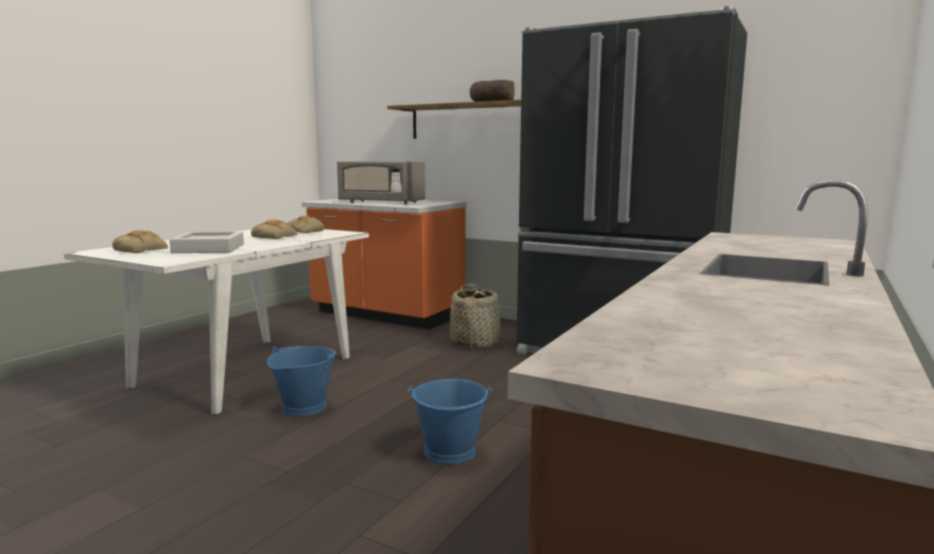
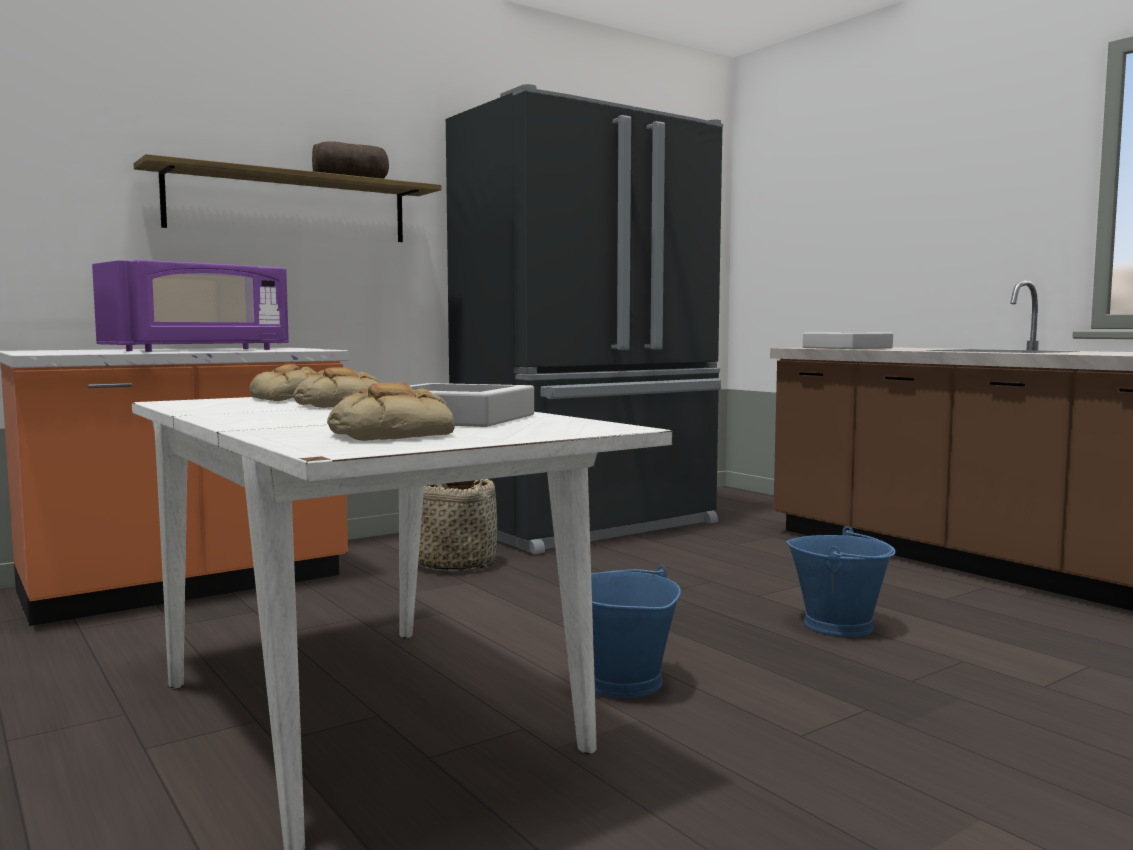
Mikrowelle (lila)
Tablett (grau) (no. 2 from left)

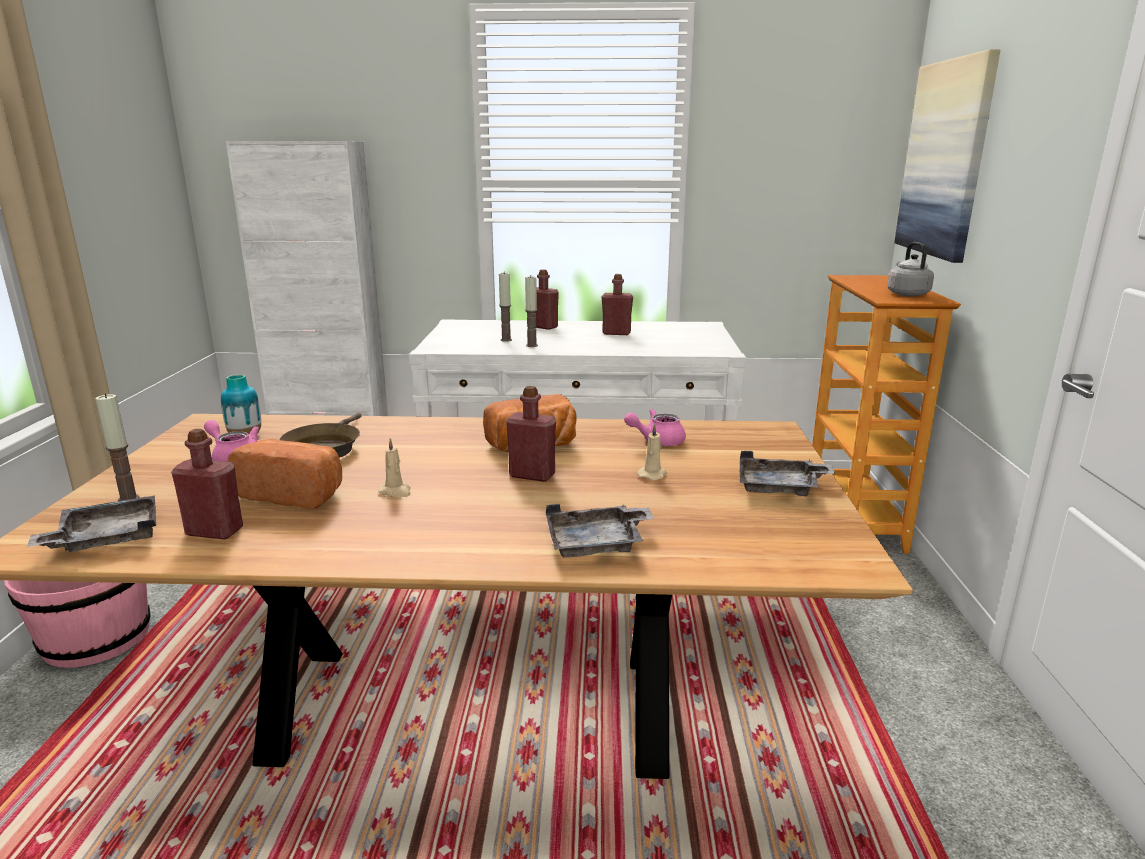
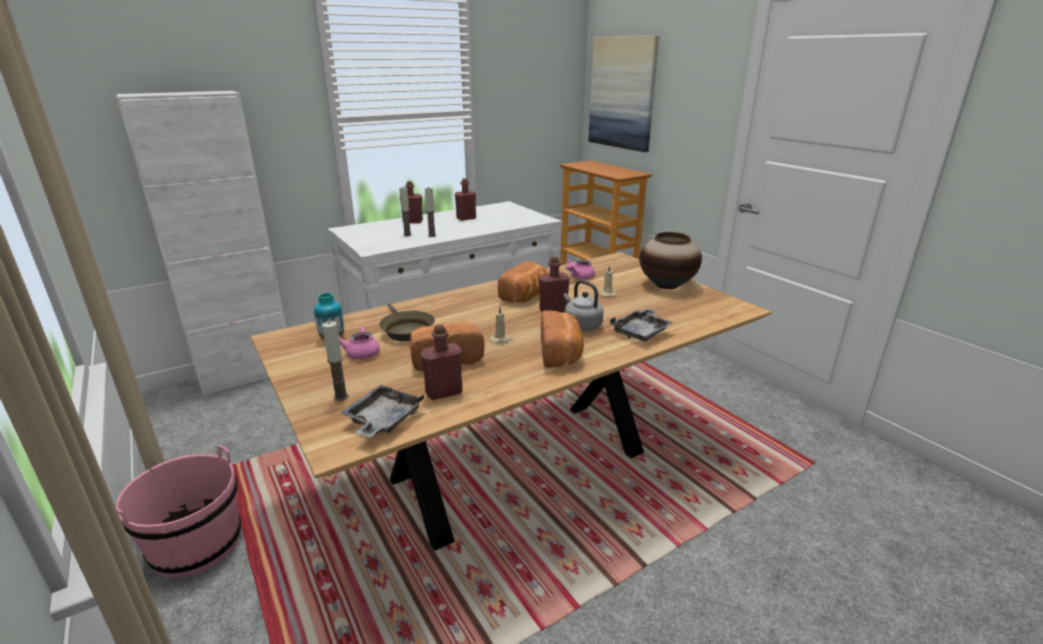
Vase (no. 2 from left)
Wasserkessel (grau)
Brot (no. 3 from left)

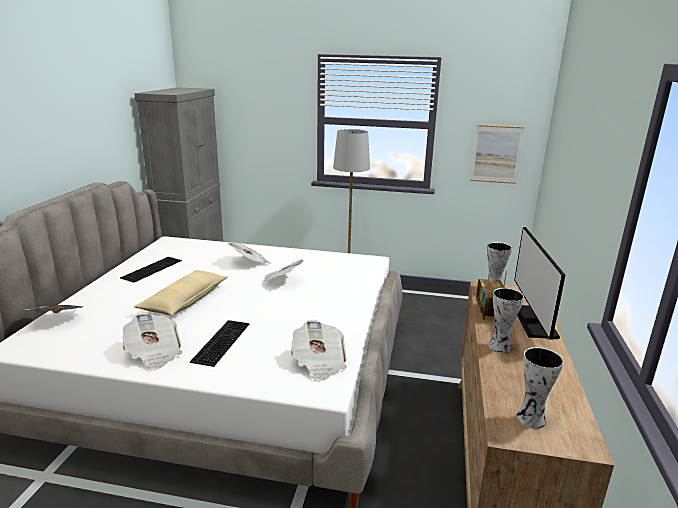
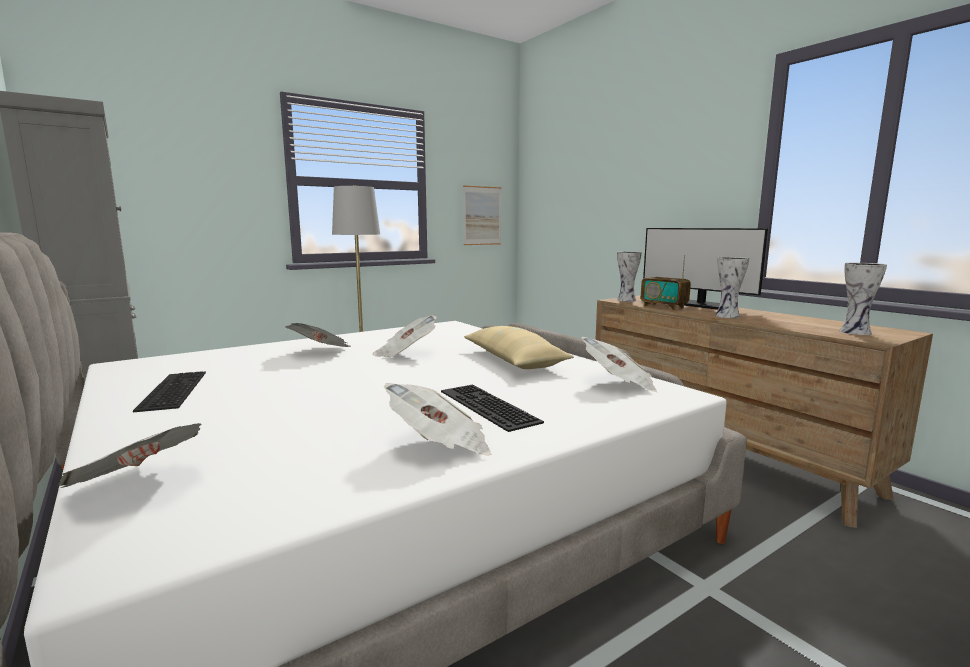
Kissen (beige)

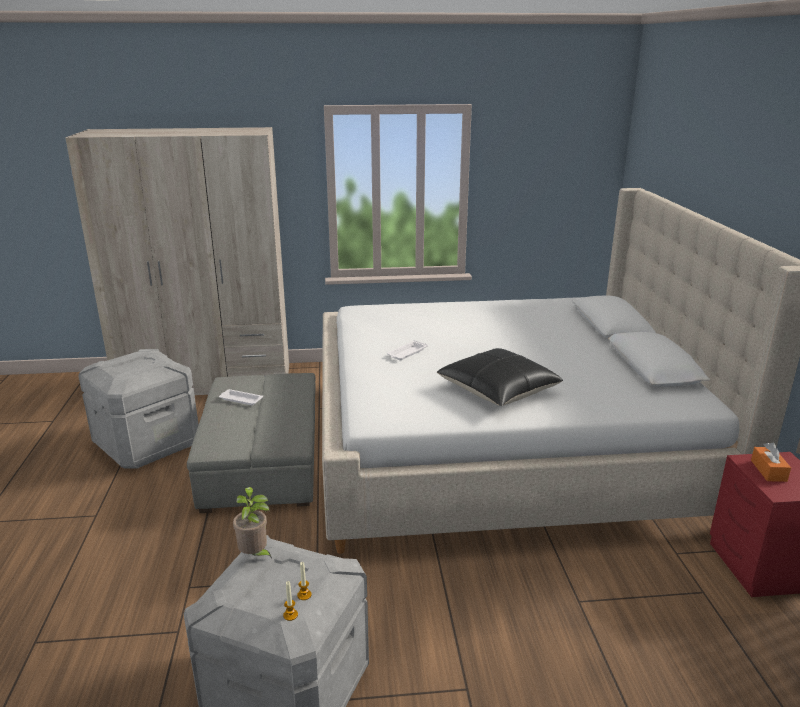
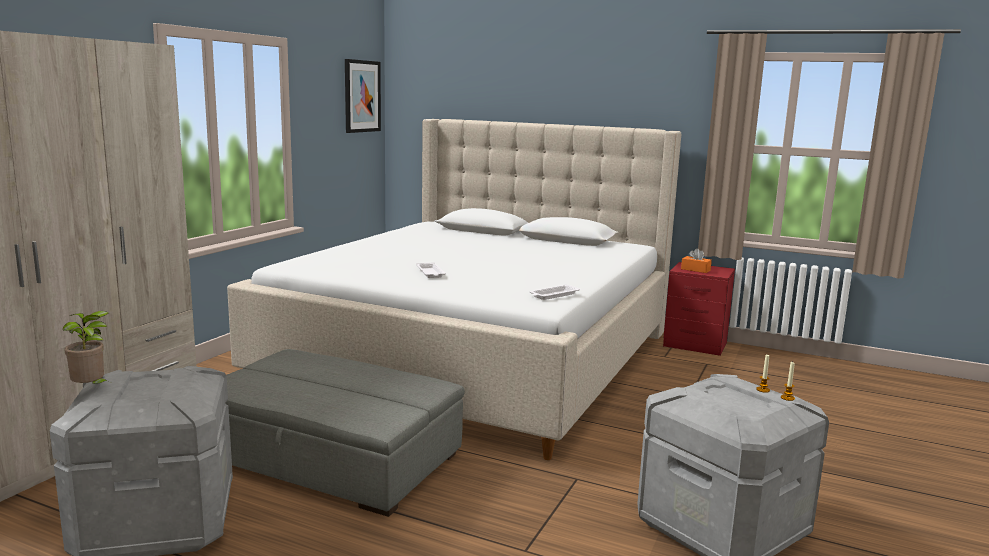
Tablett (weiß) (no. 2 from left)
Topfpflanze
Kissen (schwarz)
Bild

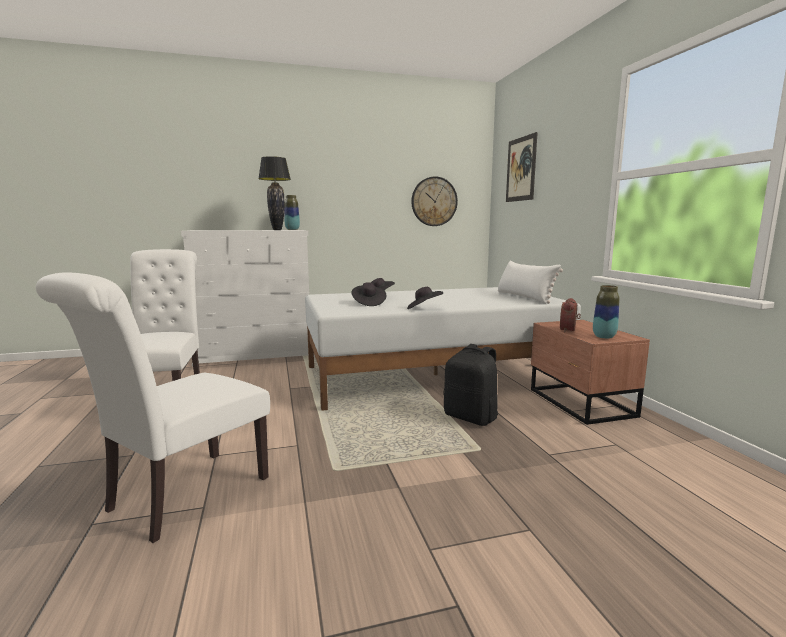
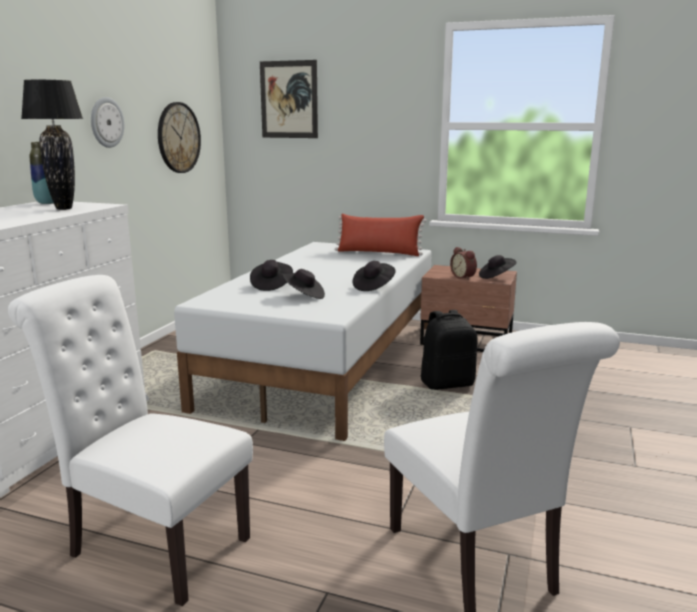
Kissen (rot)
Hut (schwarz) (no. 4 from left)
Wanduhr (no. 1 from left)

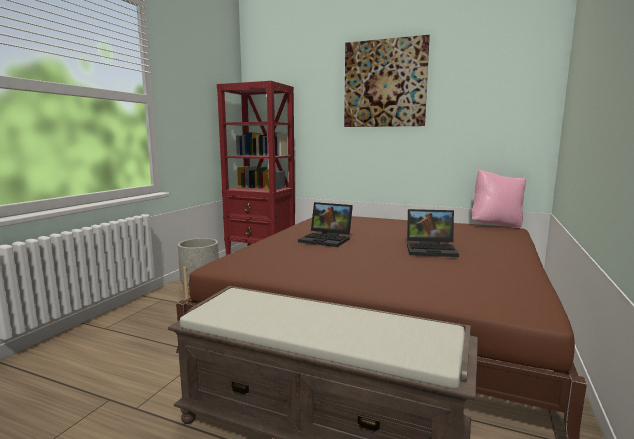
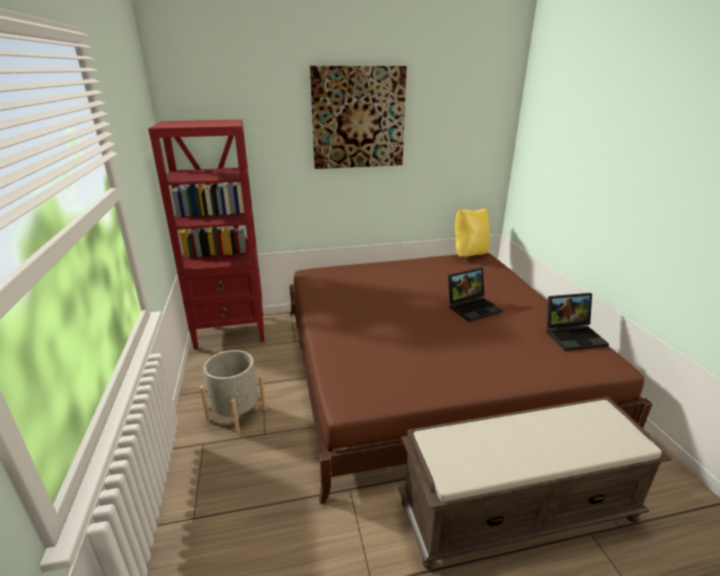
Laptop (no. 2 from left)
Kissen (gelb)

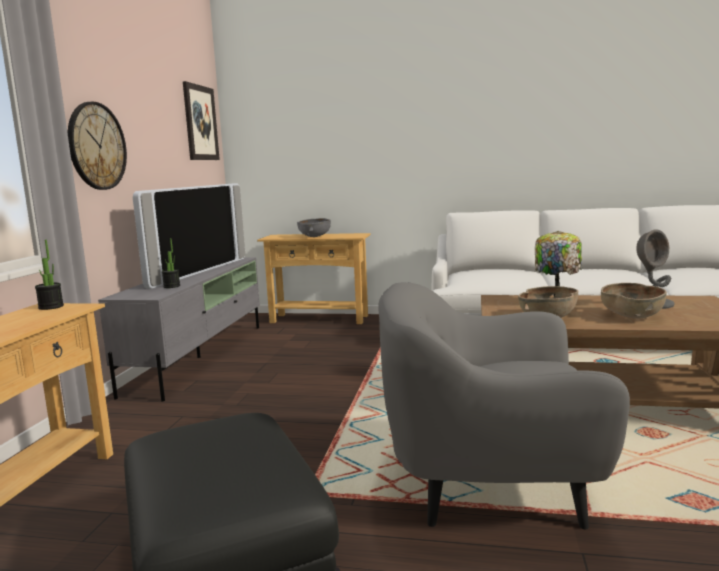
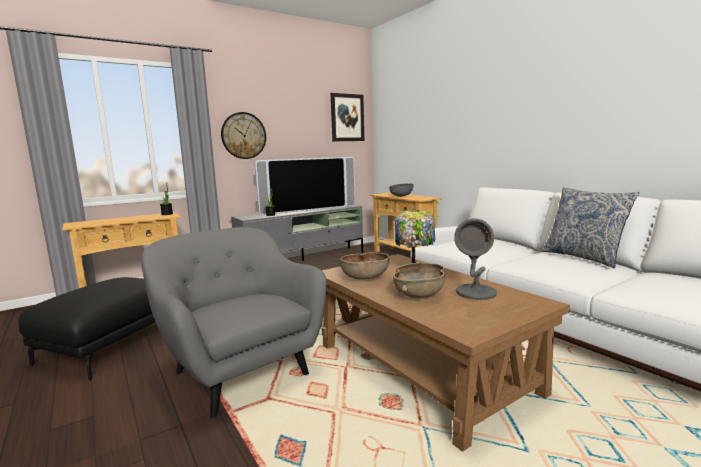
Kissen

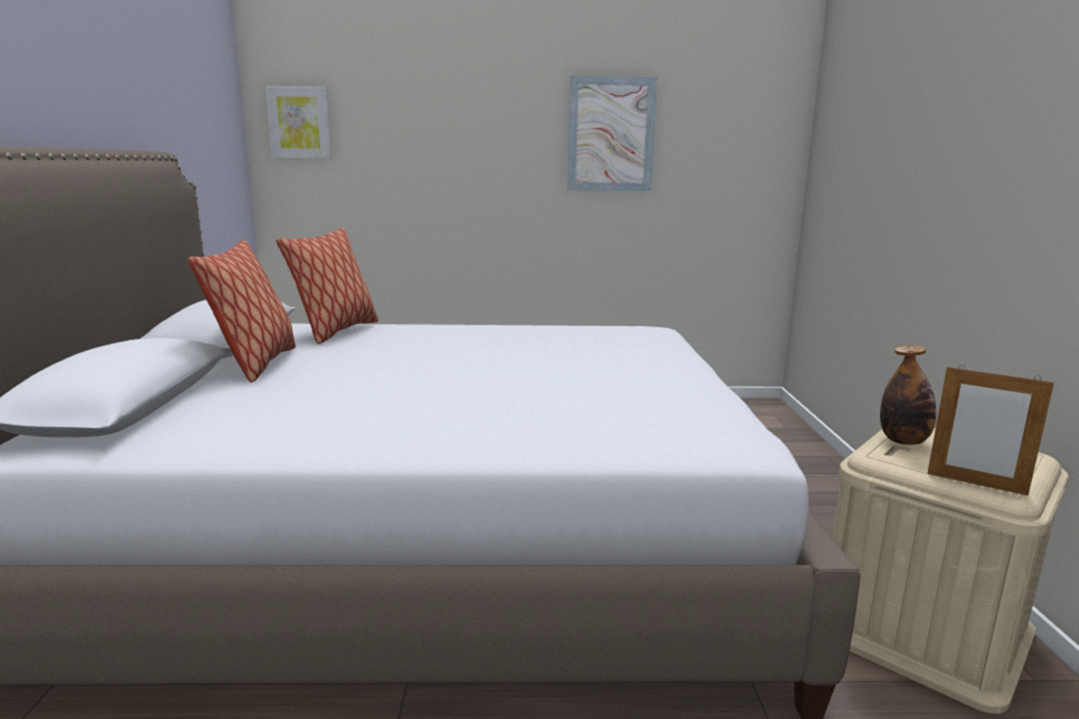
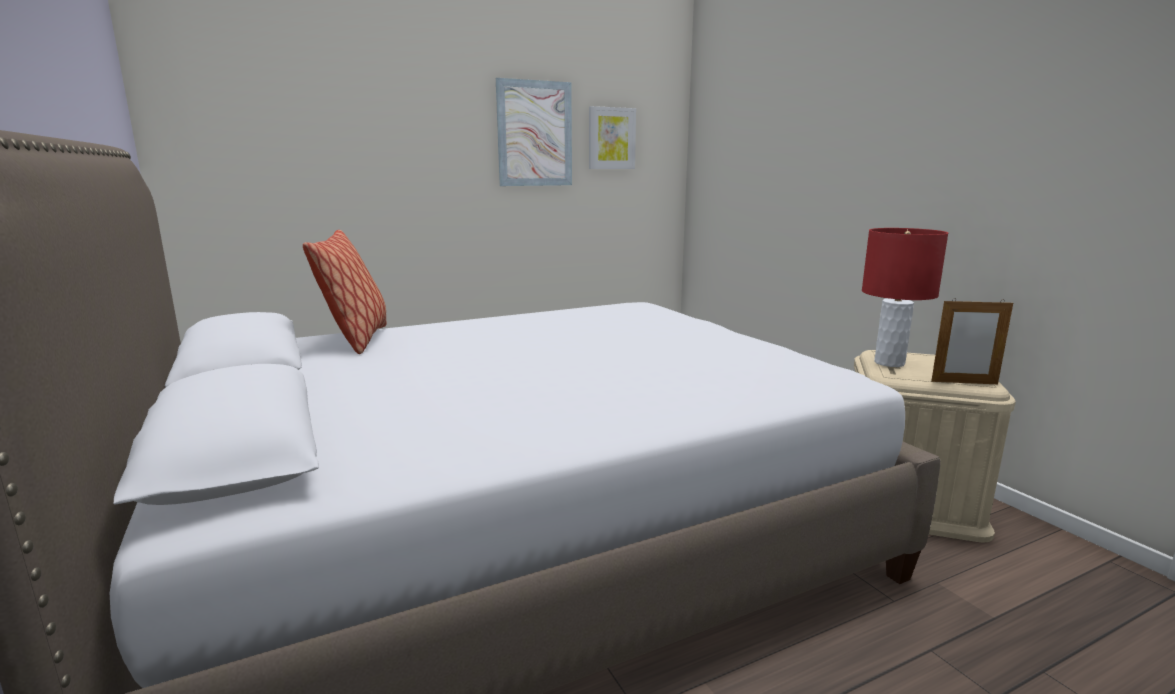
Kissen (no. 1 from left in the first image)
Bild (no. 2 from left)
Tischlampe (rot)

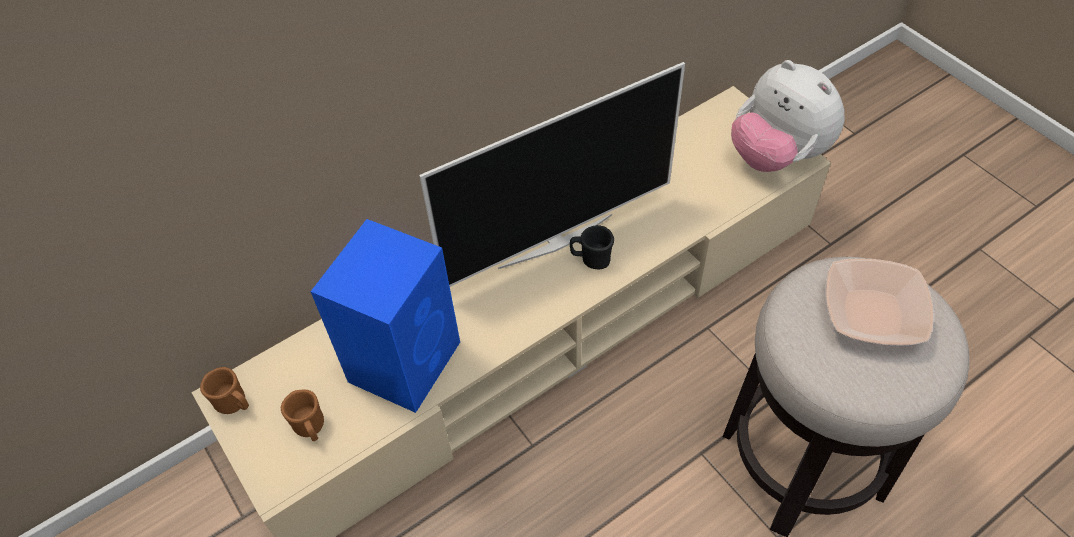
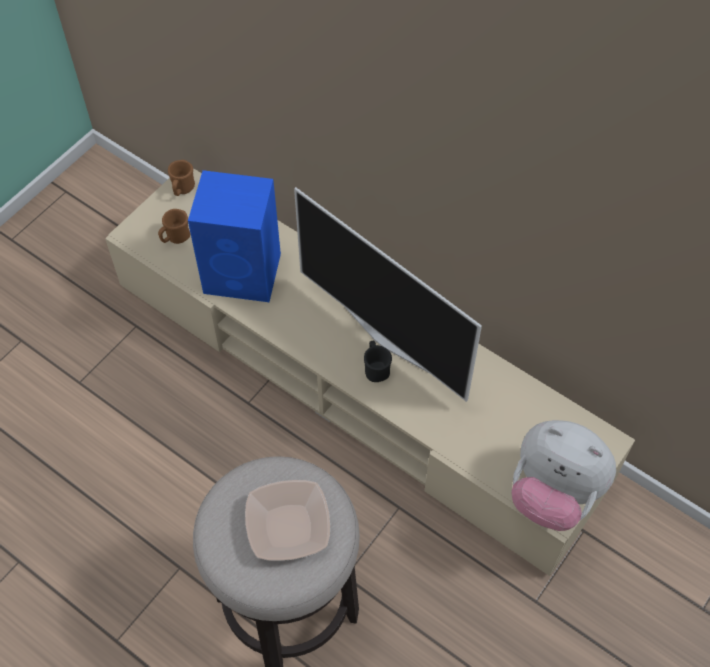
Plüschtier

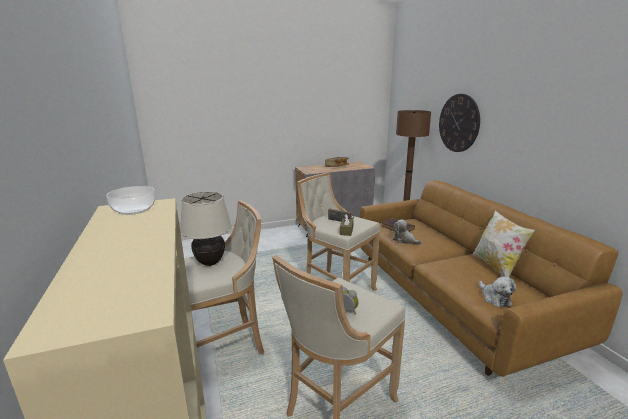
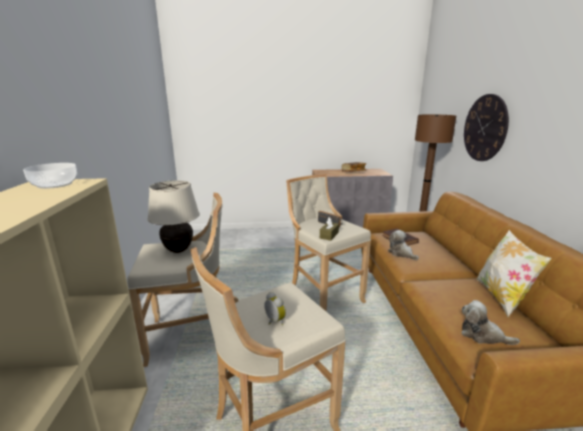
Plüschtier (no. 2 from left)

